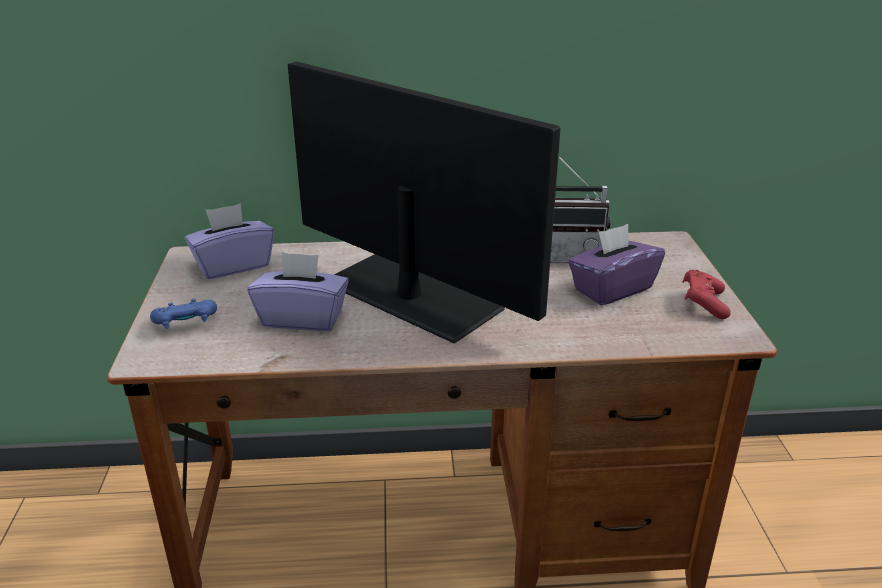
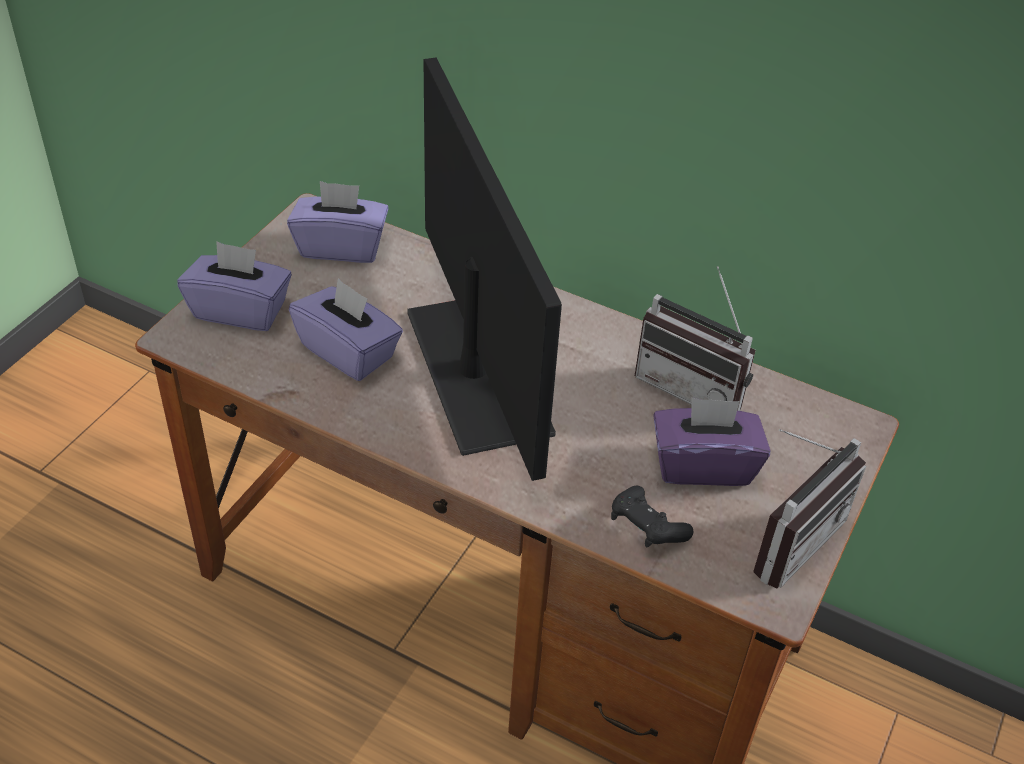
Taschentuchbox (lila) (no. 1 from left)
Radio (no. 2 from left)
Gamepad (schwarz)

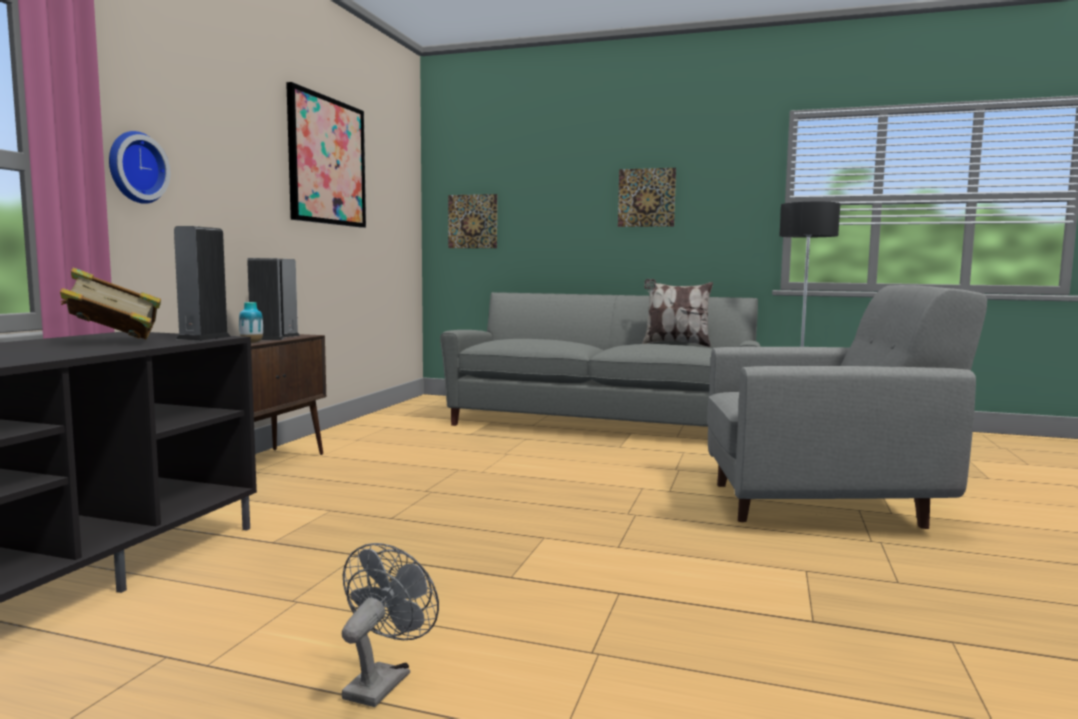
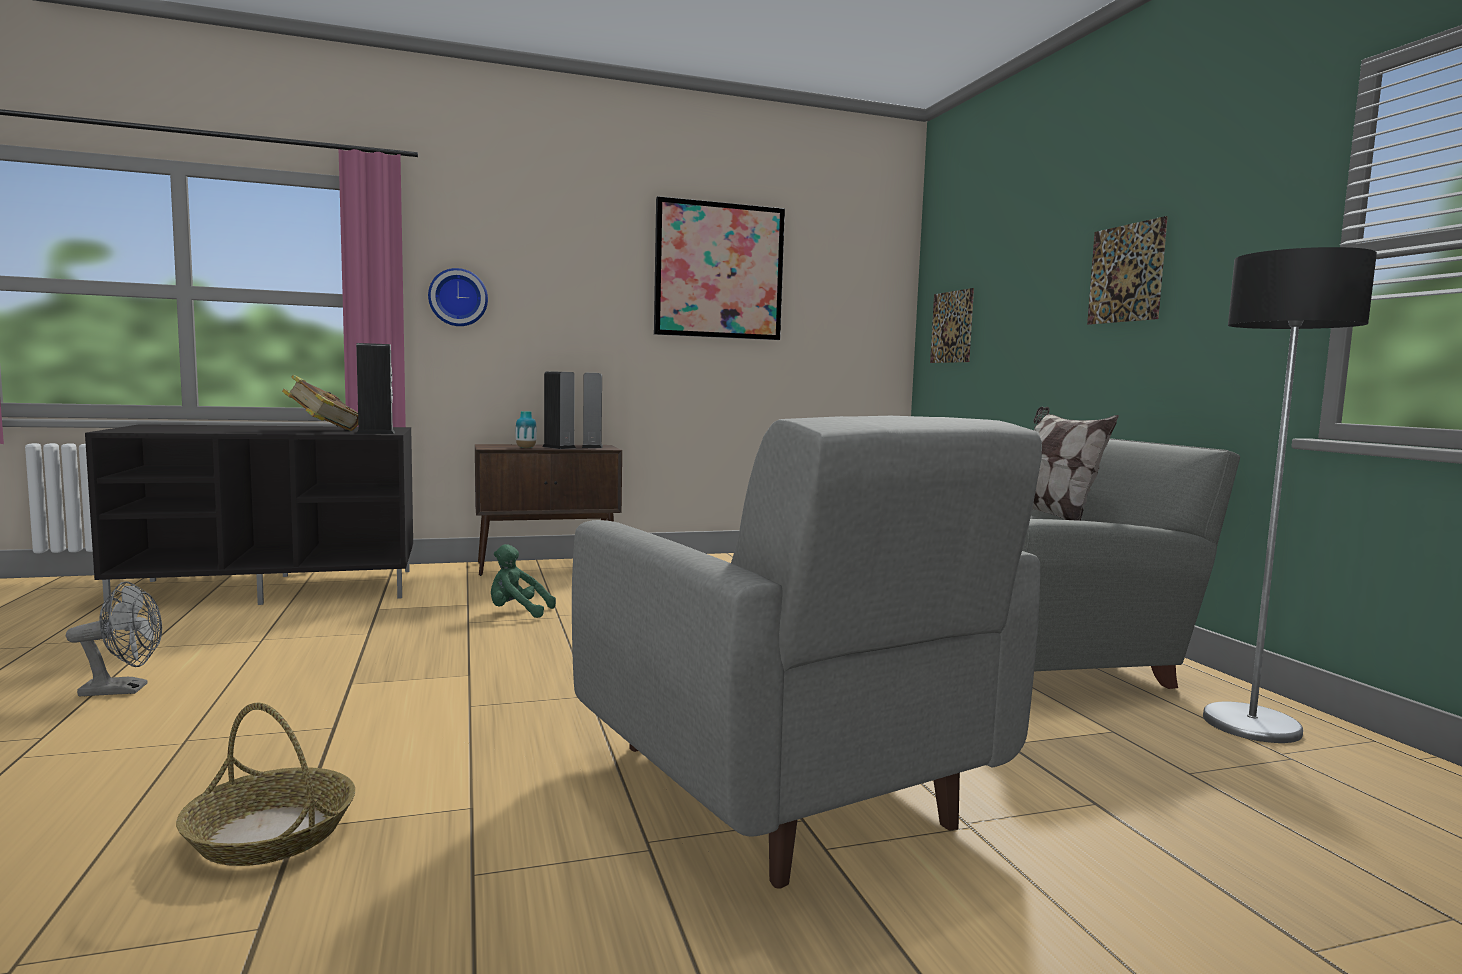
Korb
Plüschtier (grün)

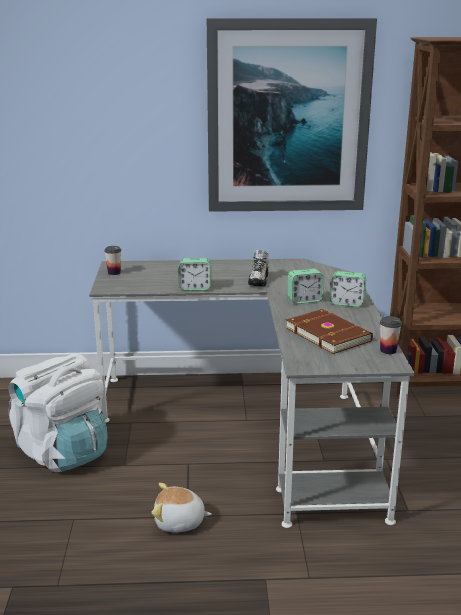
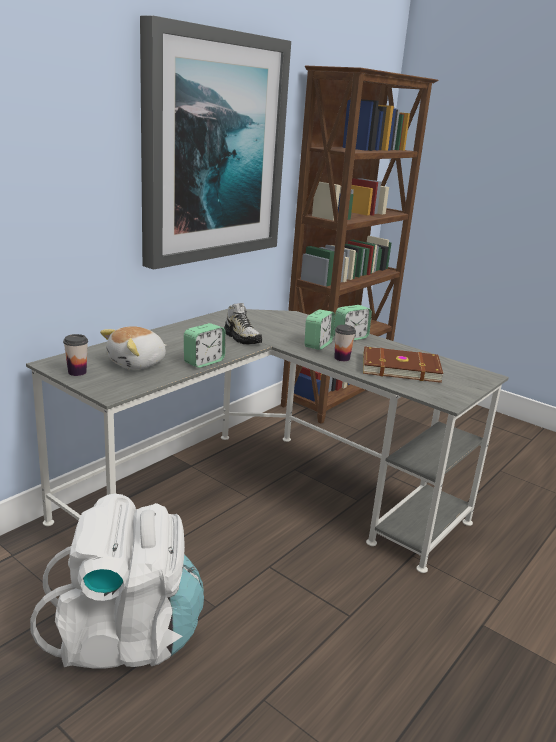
Plüschtier
Tasse (no. 2 from left)

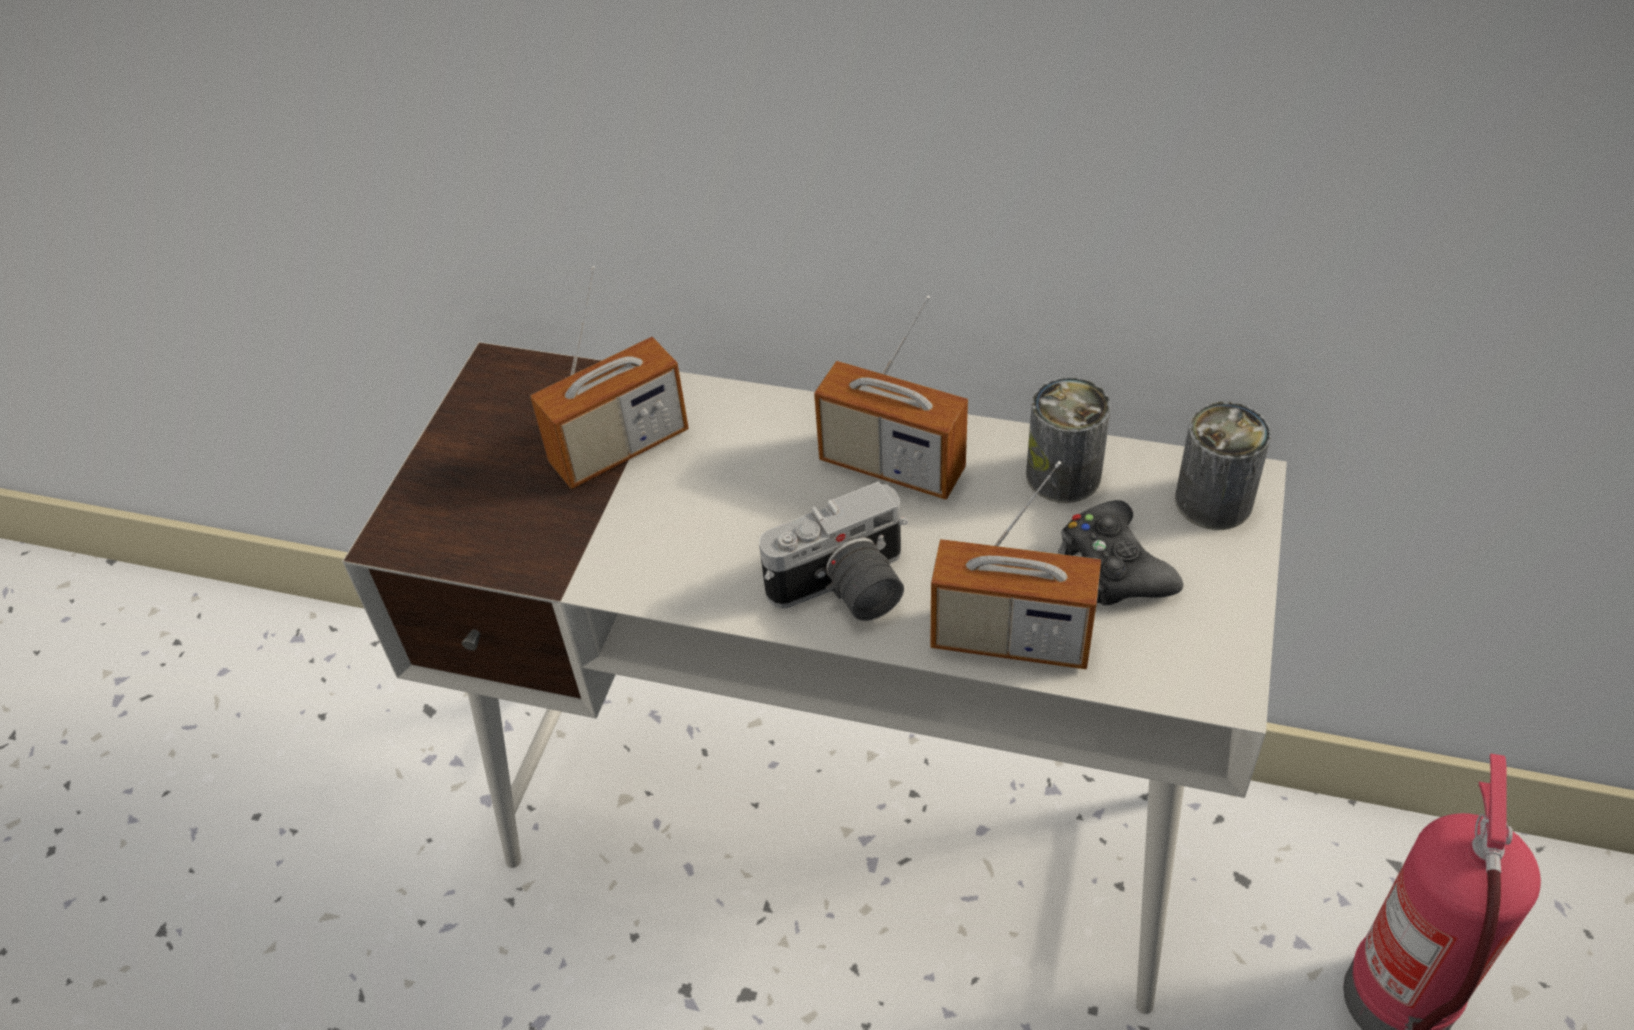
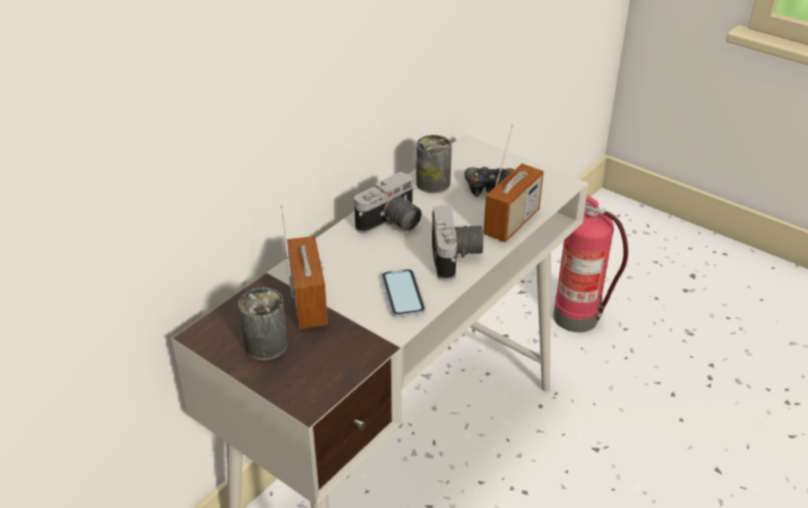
Kamera (no. 1 from left)
Dose (no. 1 from left)
Handy

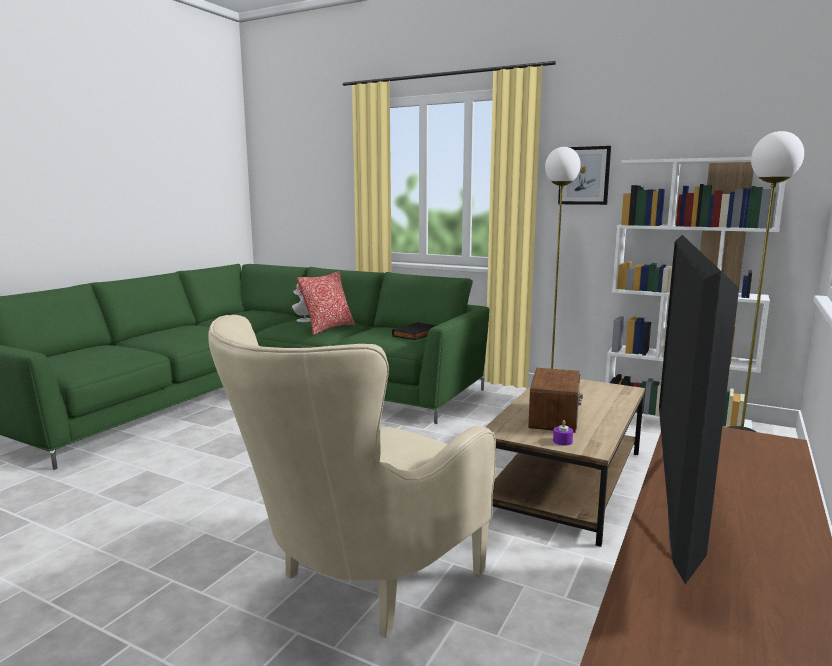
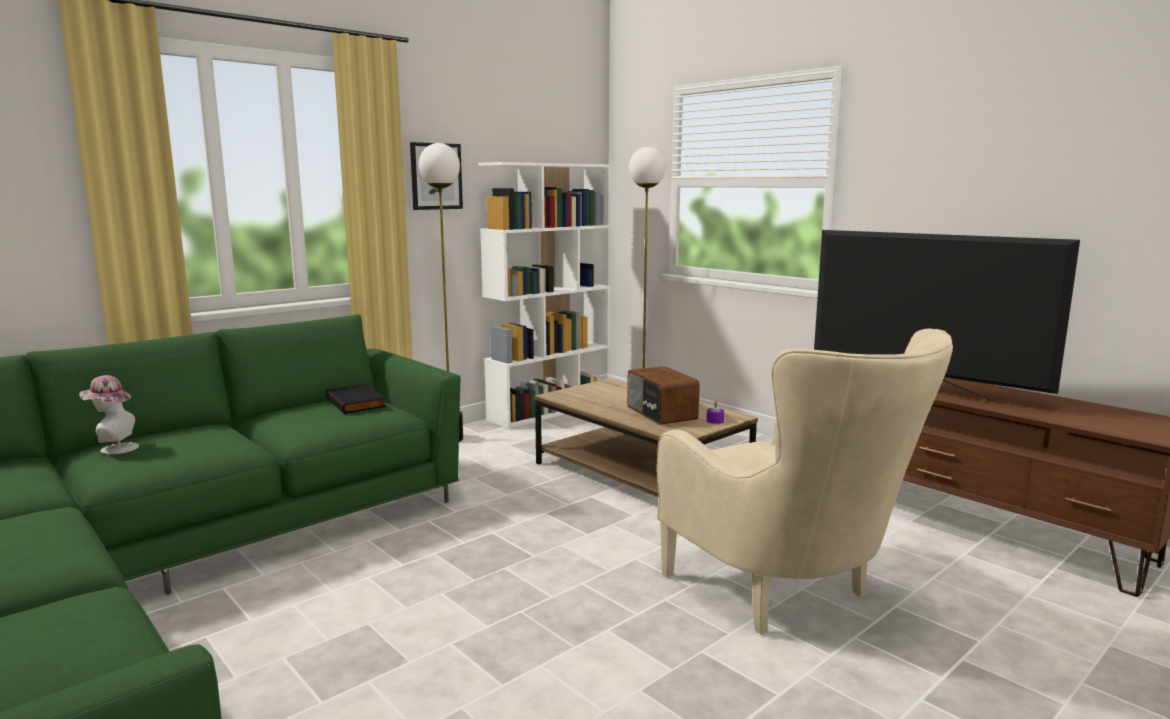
Kissen
Radio

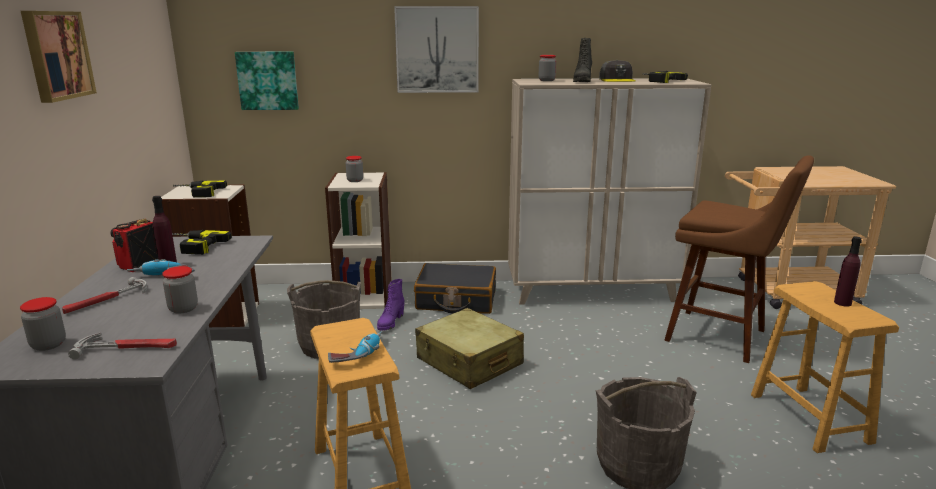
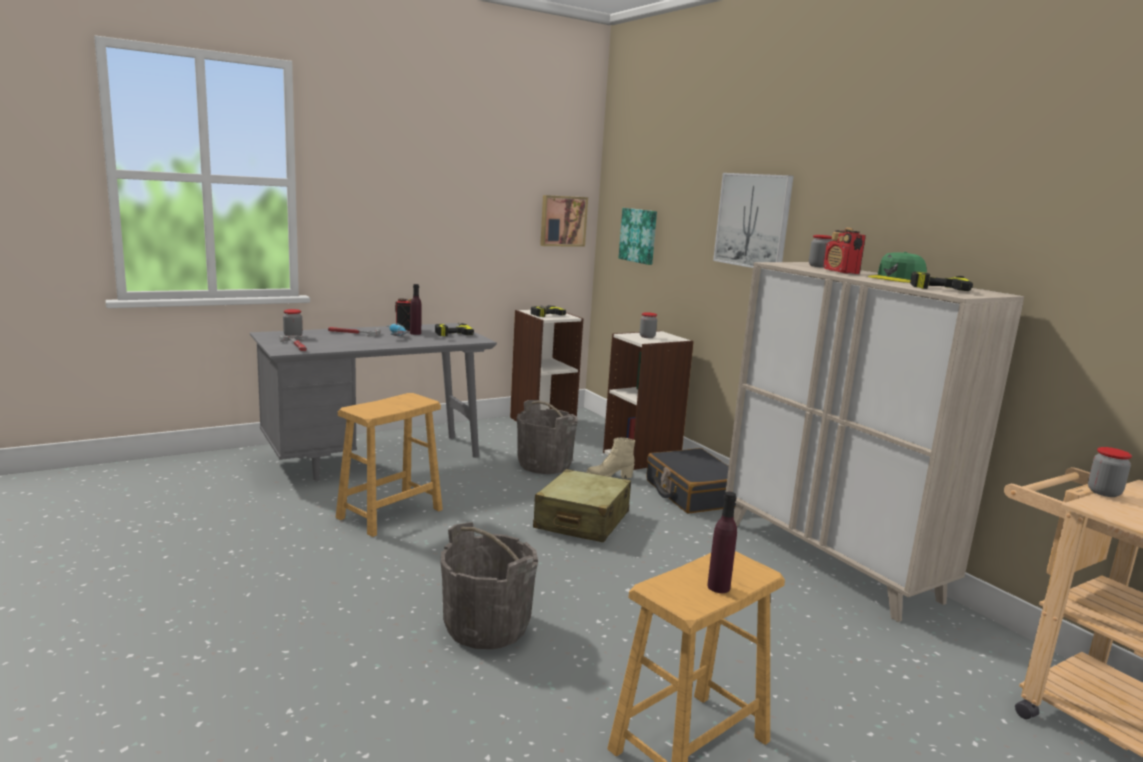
Bild (no. 1 from left)
Vorratsglas (no. 4 from left)
Bohrmaschine (no. 4 from left in the first image)
Stiefel (beige)
Radio (no. 2 from left)
Kappe (grün)
Hocker (braun) (no. 2 from left in the first image)

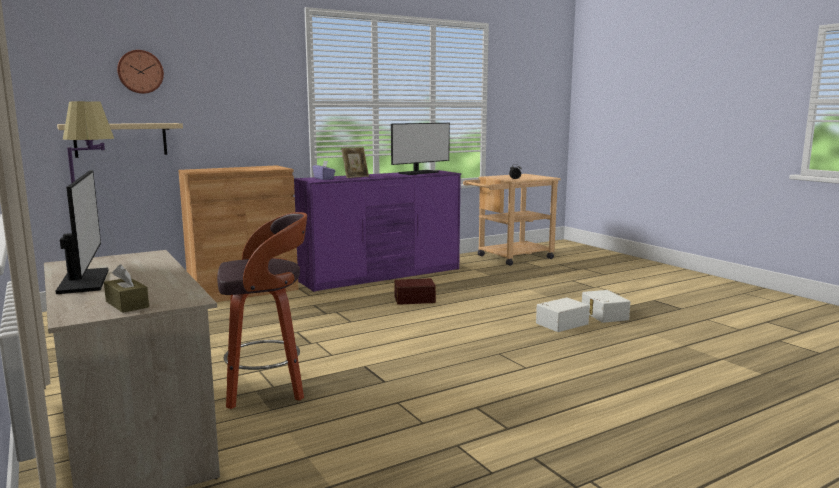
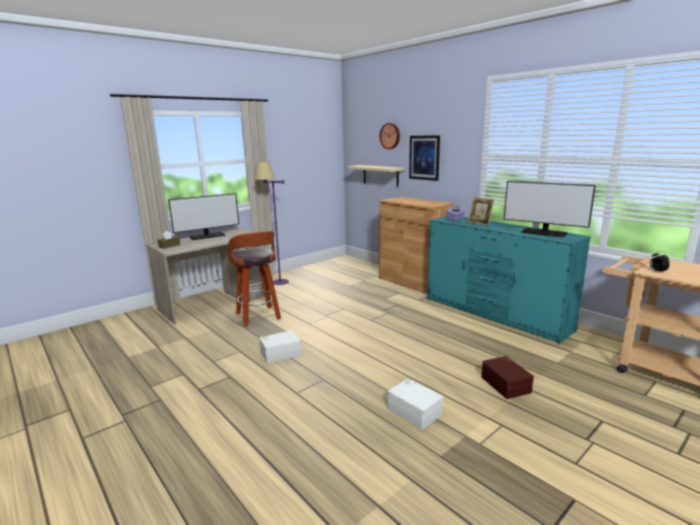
Kommode (türkis)
Aufbewahrungsbox (braun)
Aufbewahrungsbox (weiß) (no. 1 from left)
Bild

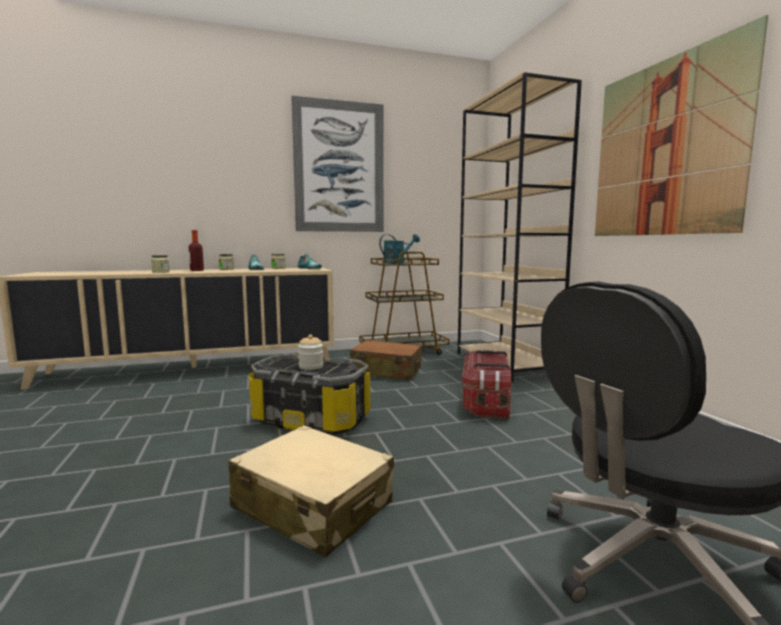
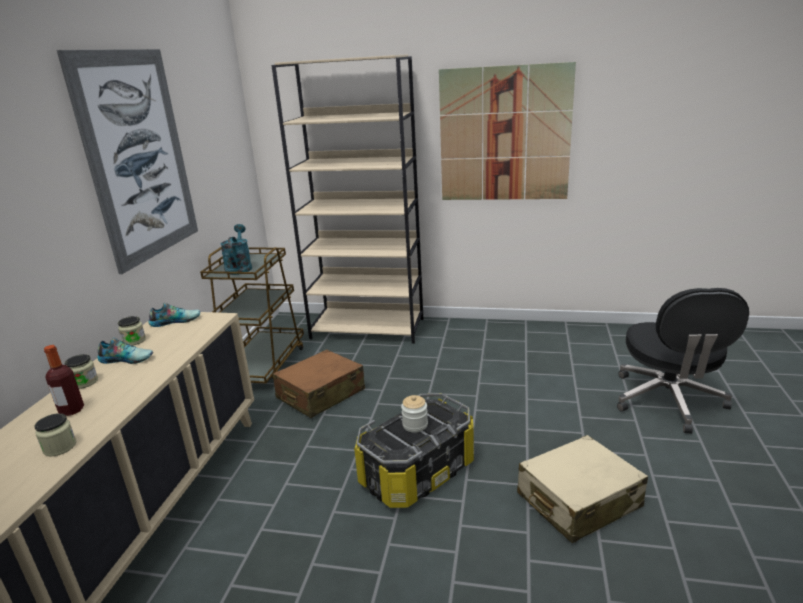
Aufbewahrungsbox (no. 2 from left in the first image)

